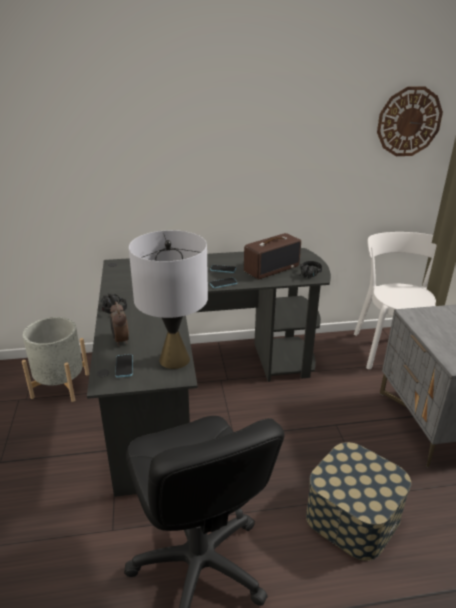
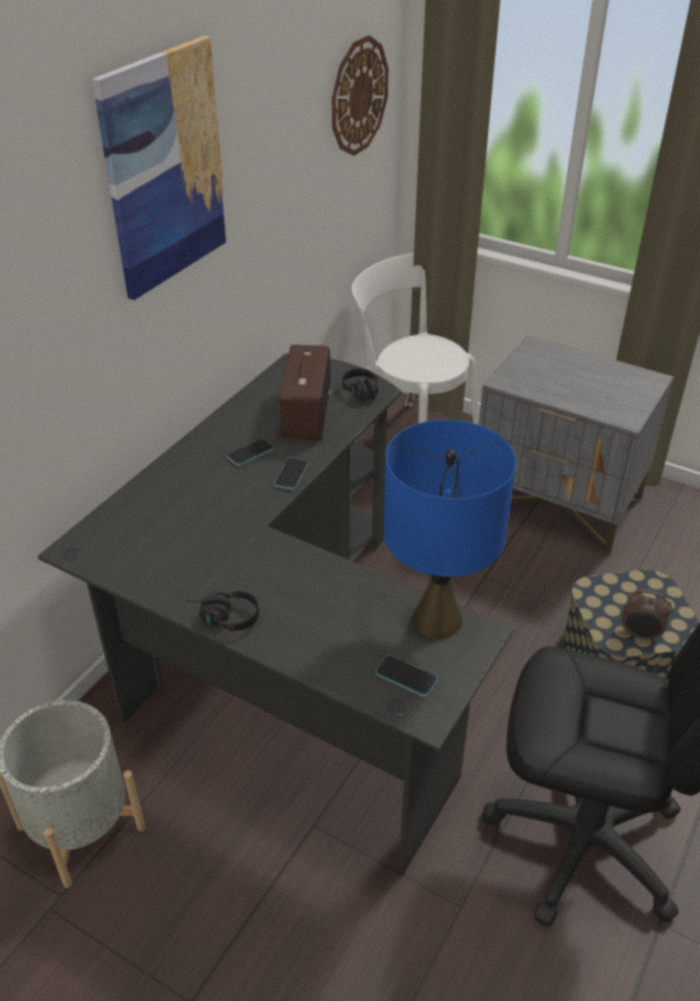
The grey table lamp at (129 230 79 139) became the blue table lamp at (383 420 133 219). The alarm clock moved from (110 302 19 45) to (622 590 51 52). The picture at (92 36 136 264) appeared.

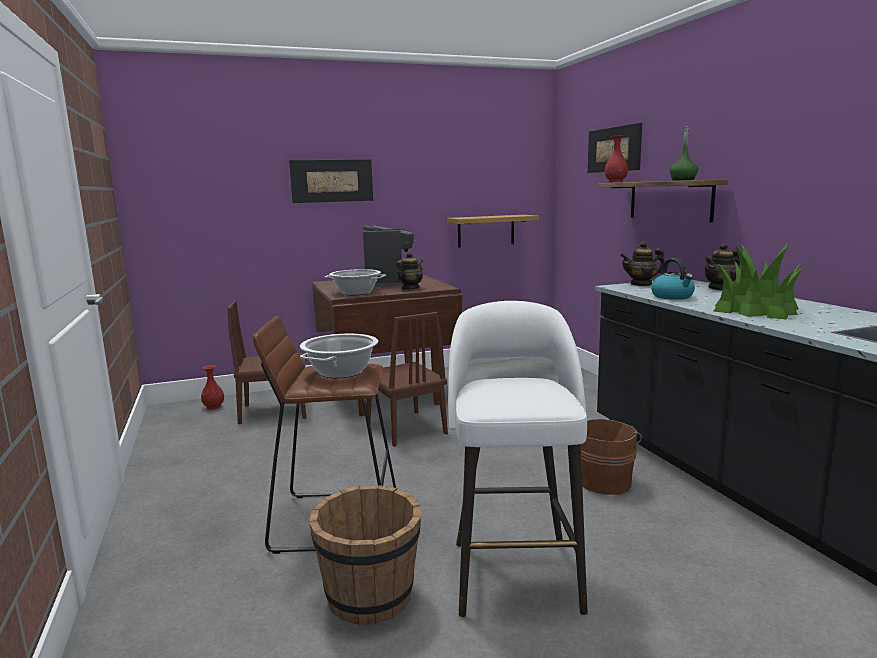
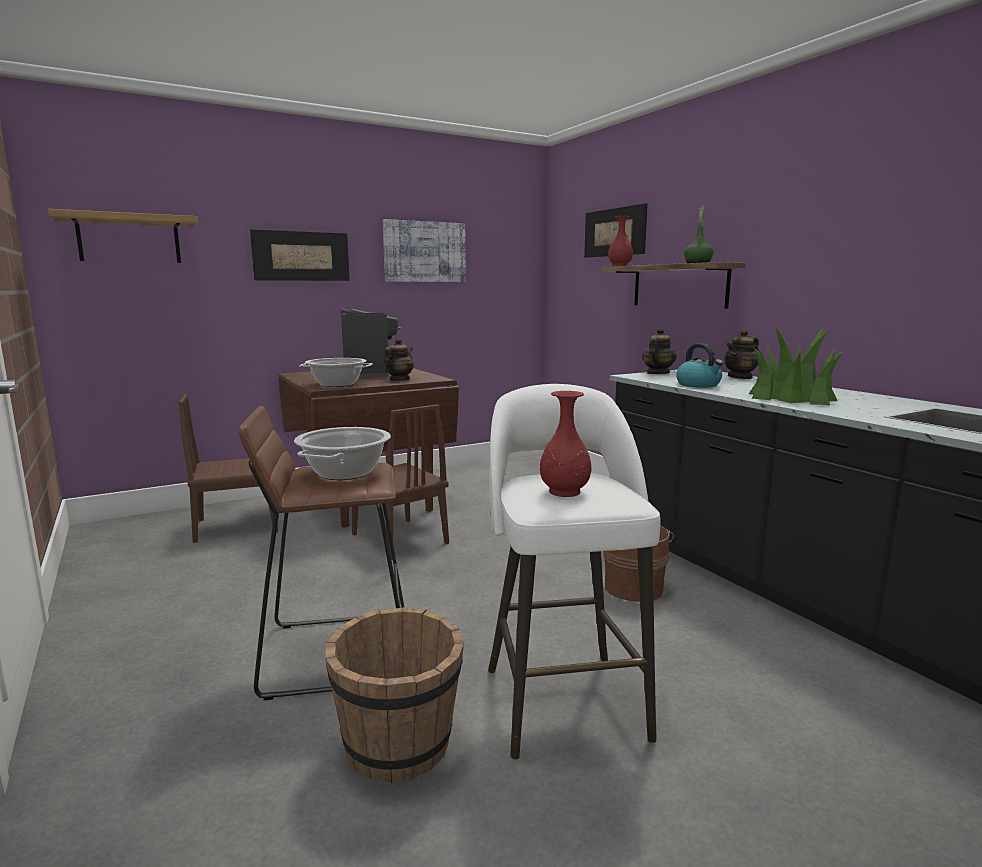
The shelf moved from (447 215 92 32) to (48 209 150 54). The teapot at (620 241 45 45) turned 135 degrees clockwise. The red vase moved from (201 365 23 45) to (540 391 52 106). The picture at (383 219 83 63) appeared.

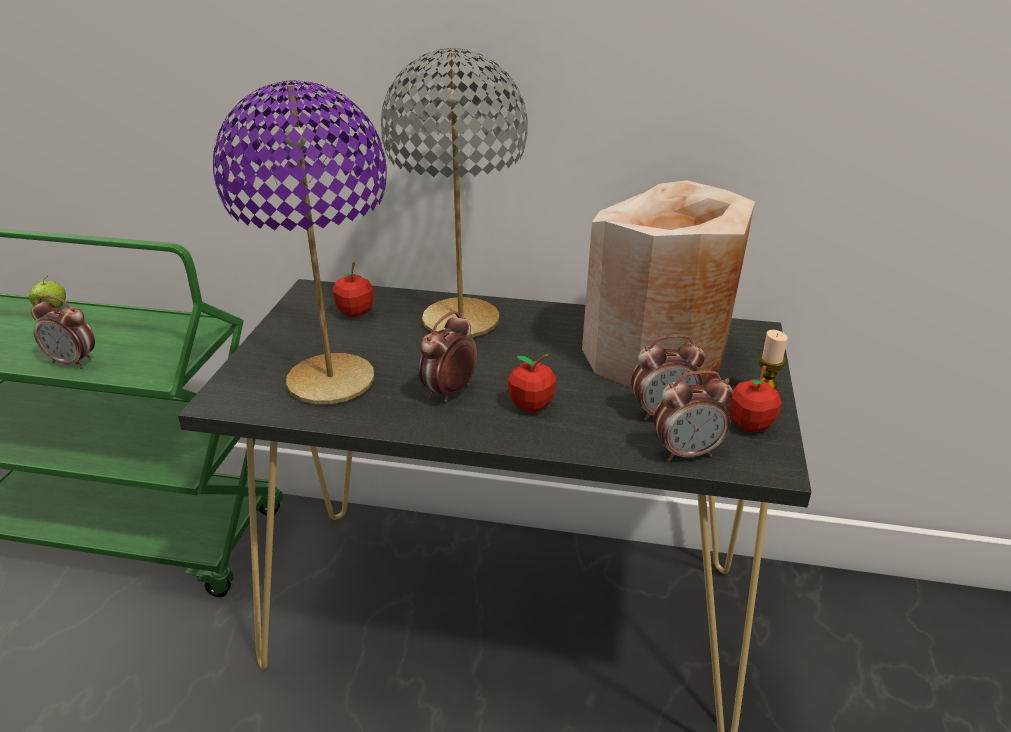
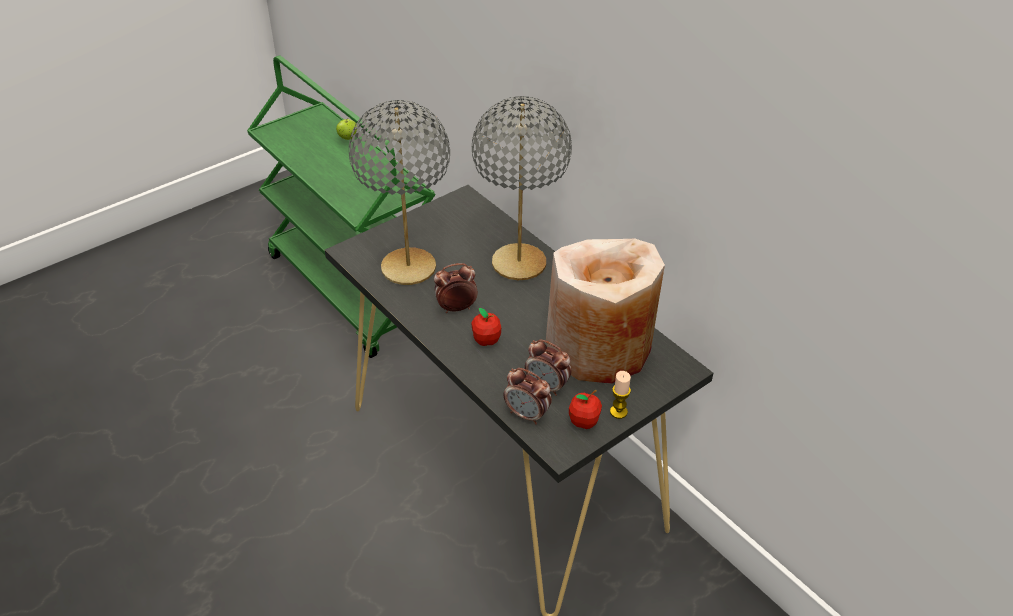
The purple table lamp at (213 81 174 323) became the grey table lamp at (349 100 101 185). The apple at (333 262 41 56) disappeared. The alarm clock at (31 295 64 74) disappeared.

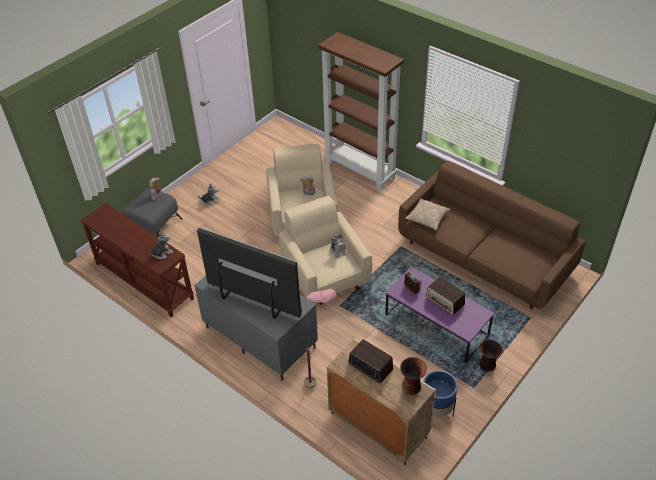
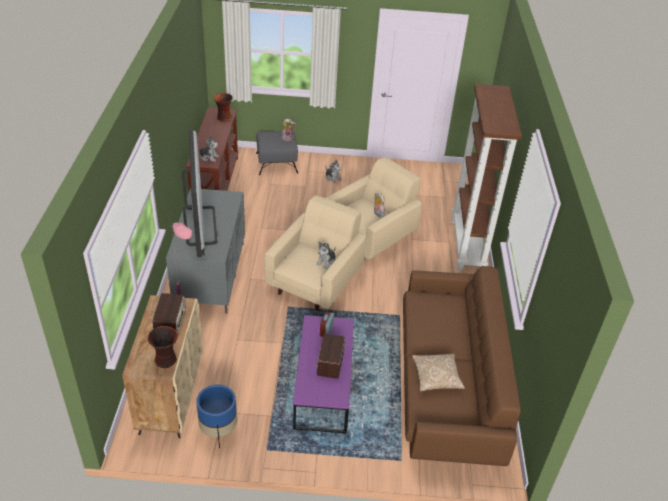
The pillow moved from (405 198 46 33) to (412 354 53 37). The vase moved from (479 339 24 32) to (213 93 20 29).

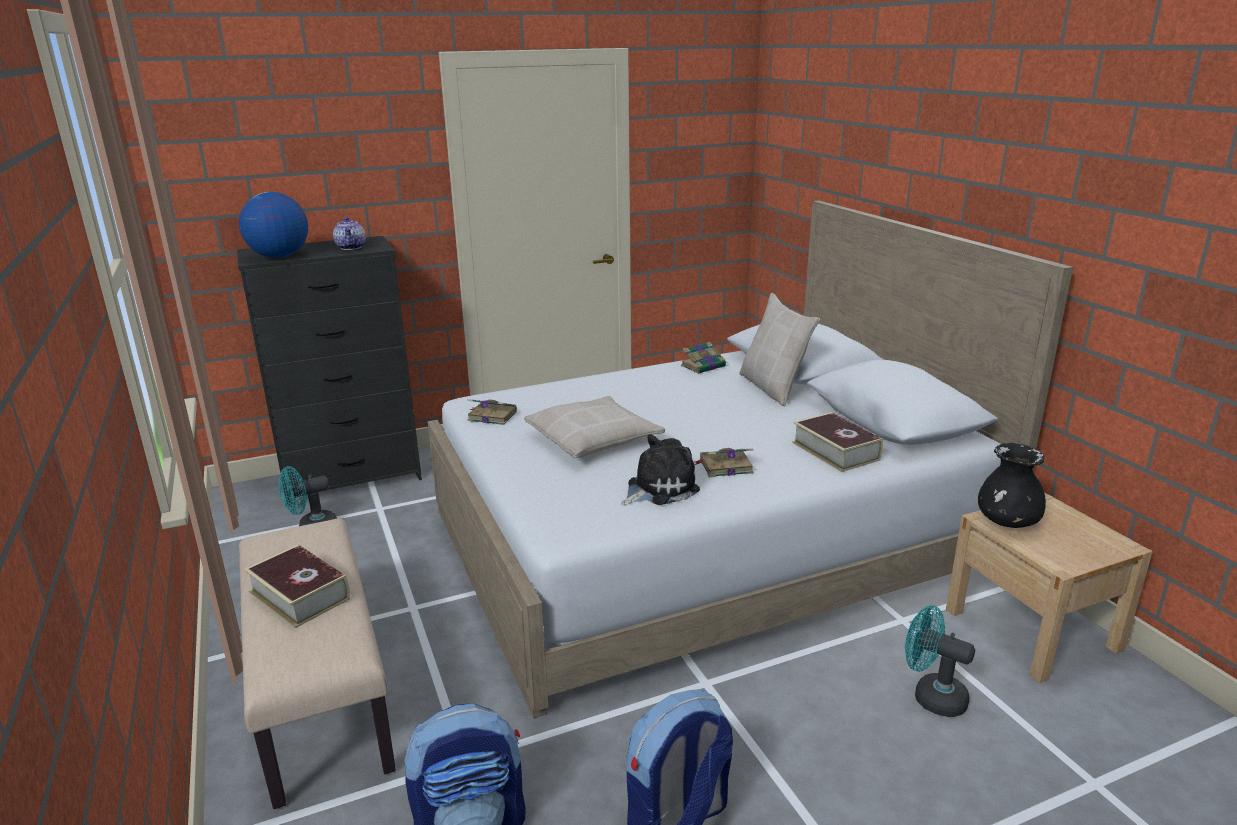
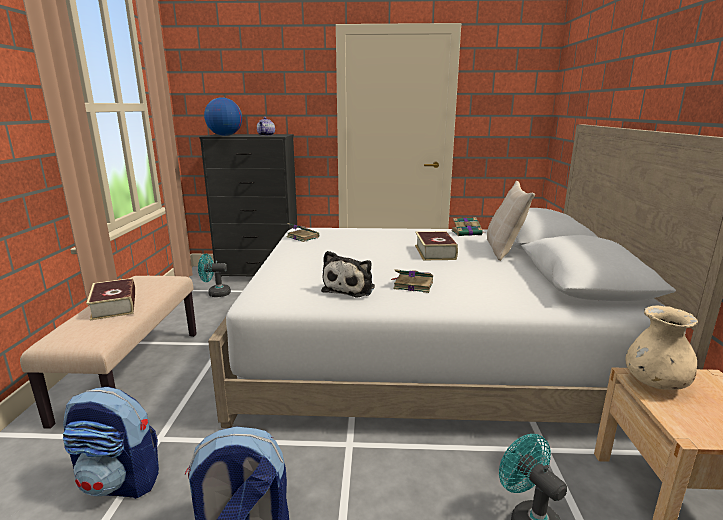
The beige pillow at (524 396 141 62) disappeared. The book moved from (792 412 91 60) to (415 231 43 29). The plush toy at (622 434 78 72) turned 120 degrees clockwise. The black vase at (978 443 68 85) became the beige vase at (625 306 73 84).

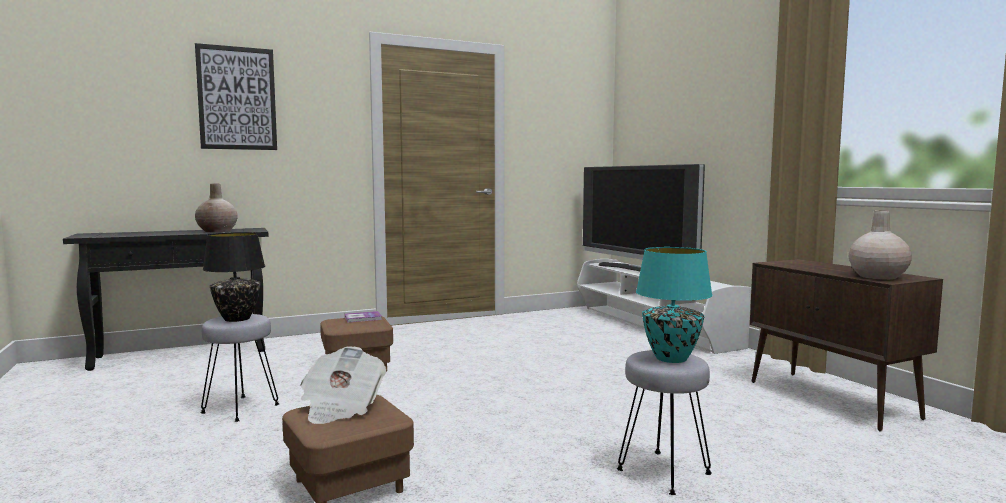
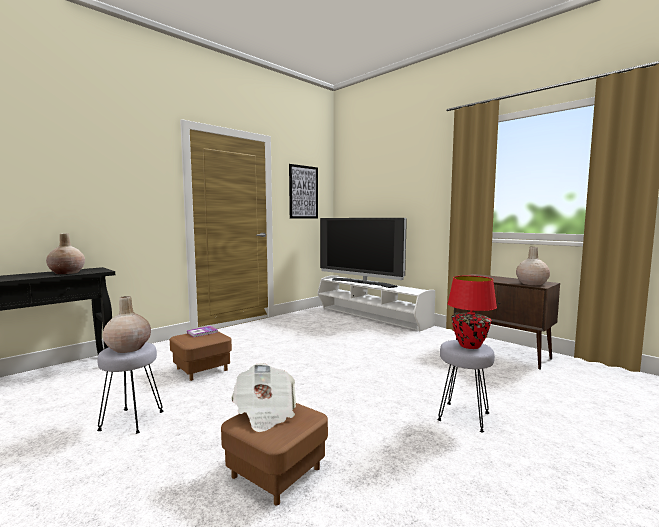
The picture moved from (195 43 82 107) to (289 164 29 55). The black table lamp at (203 232 62 90) was replaced by the beige vase at (103 296 48 57). The turquoise table lamp at (636 247 77 116) became the red table lamp at (447 276 50 73).

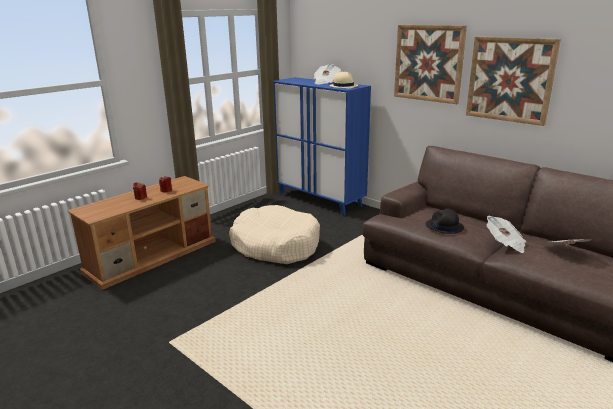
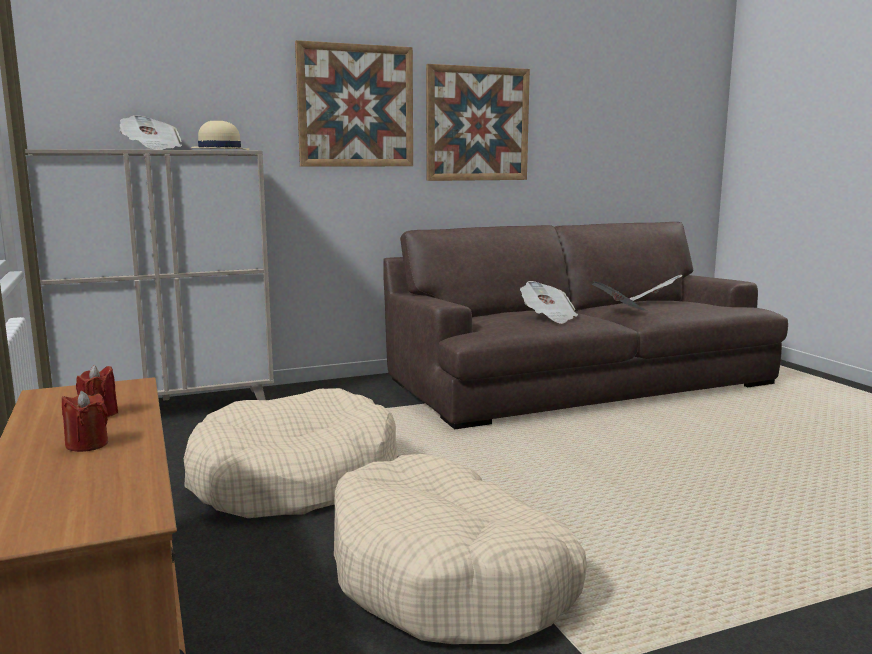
The blue cabinet at (273 77 98 139) became the beige cabinet at (25 149 249 252). The black hat at (426 209 38 25) was replaced by the newspaper at (520 281 58 43). The beige dog bed at (334 454 253 190) appeared.

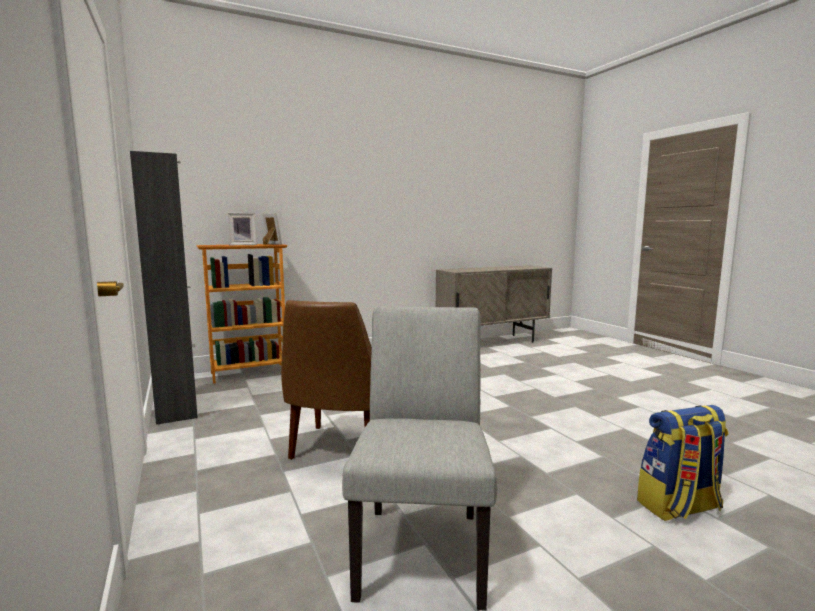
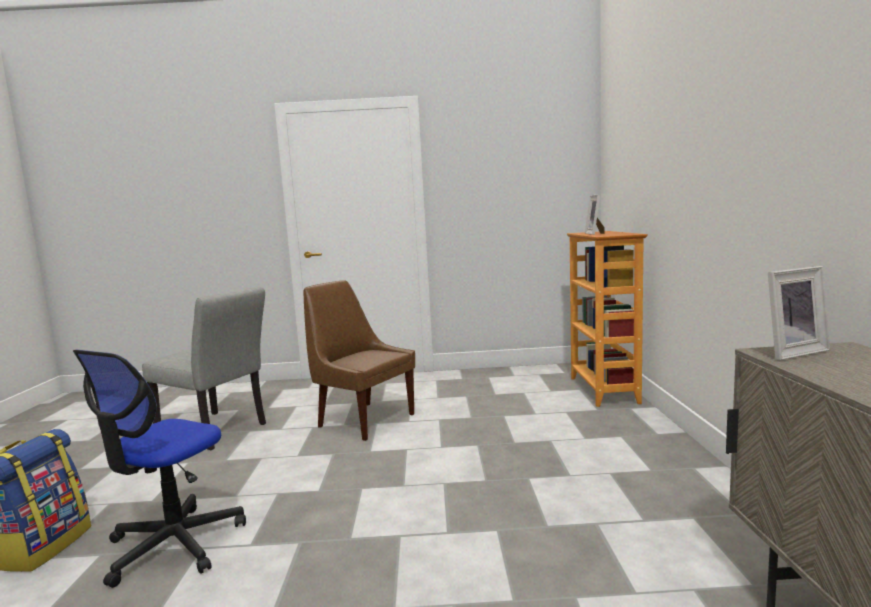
The black cabinet at (130 151 68 274) disappeared. The picture frame moved from (263 213 19 32) to (768 266 62 94). The office chair at (73 350 173 238) appeared.

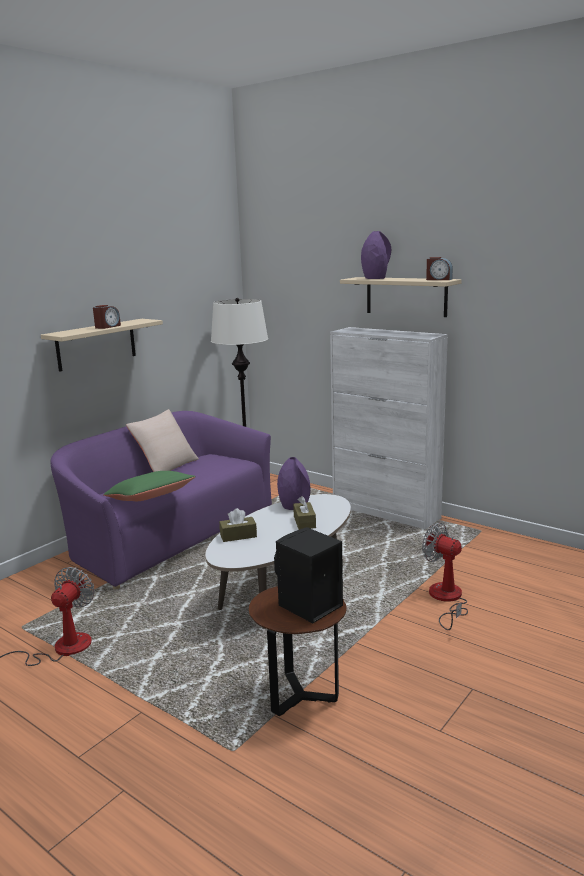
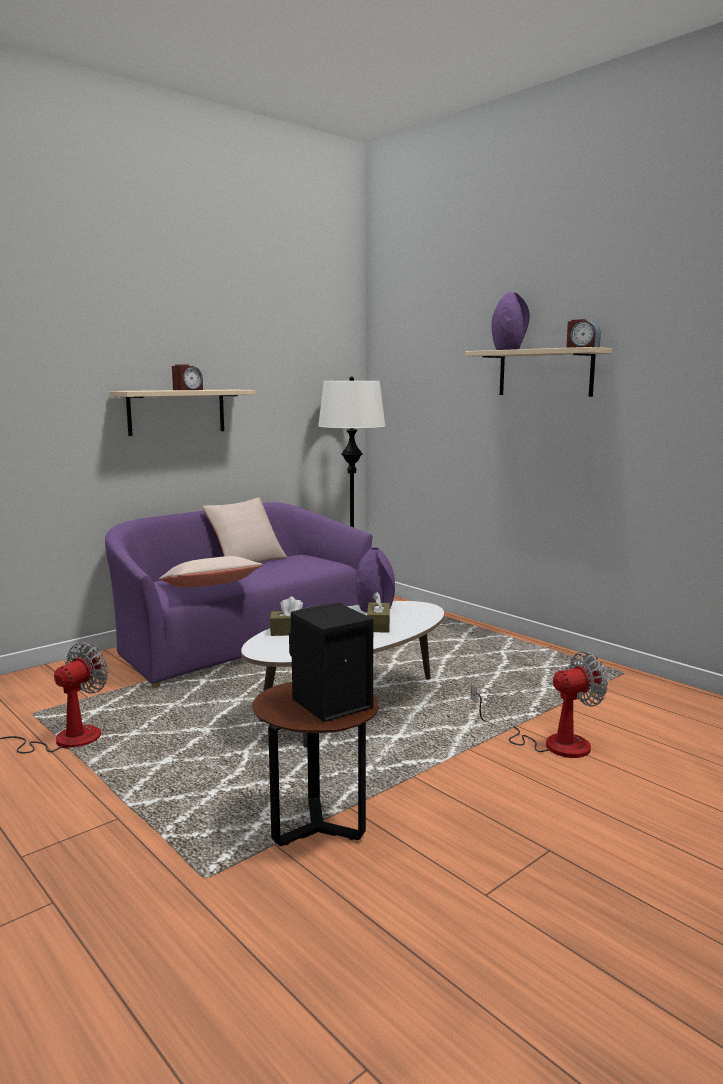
The white cabinet at (330 327 118 203) disappeared. The green pillow at (103 471 93 30) became the beige pillow at (159 556 103 32). The fan at (422 523 46 107) turned 105 degrees clockwise.

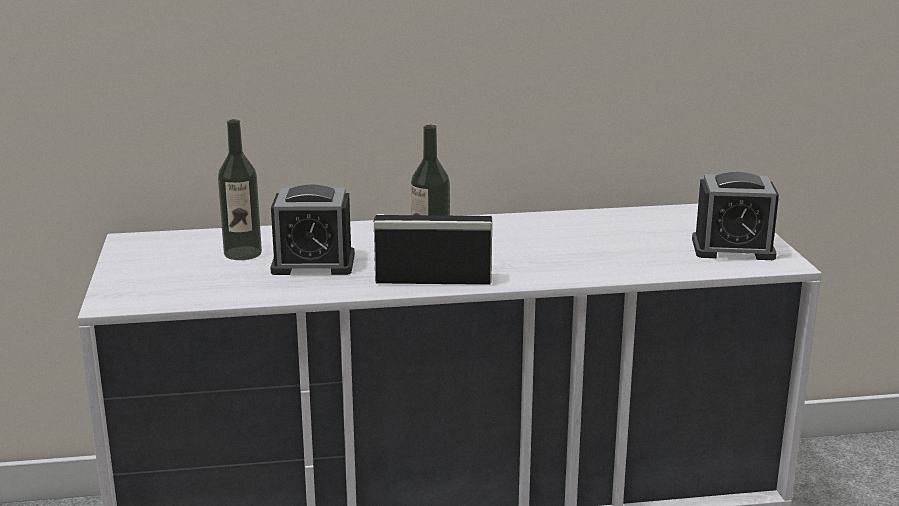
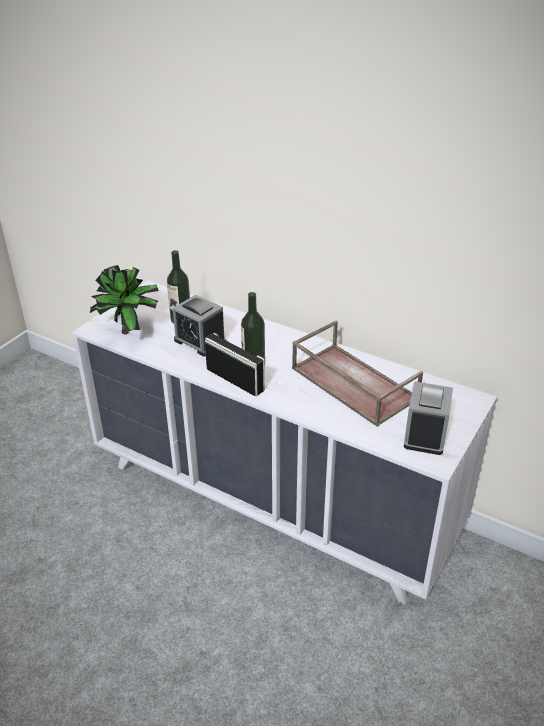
The alarm clock at (692 172 87 88) turned 120 degrees counterclockwise. The potted plant at (90 265 69 69) appeared. The brown tray at (292 320 131 107) appeared.

